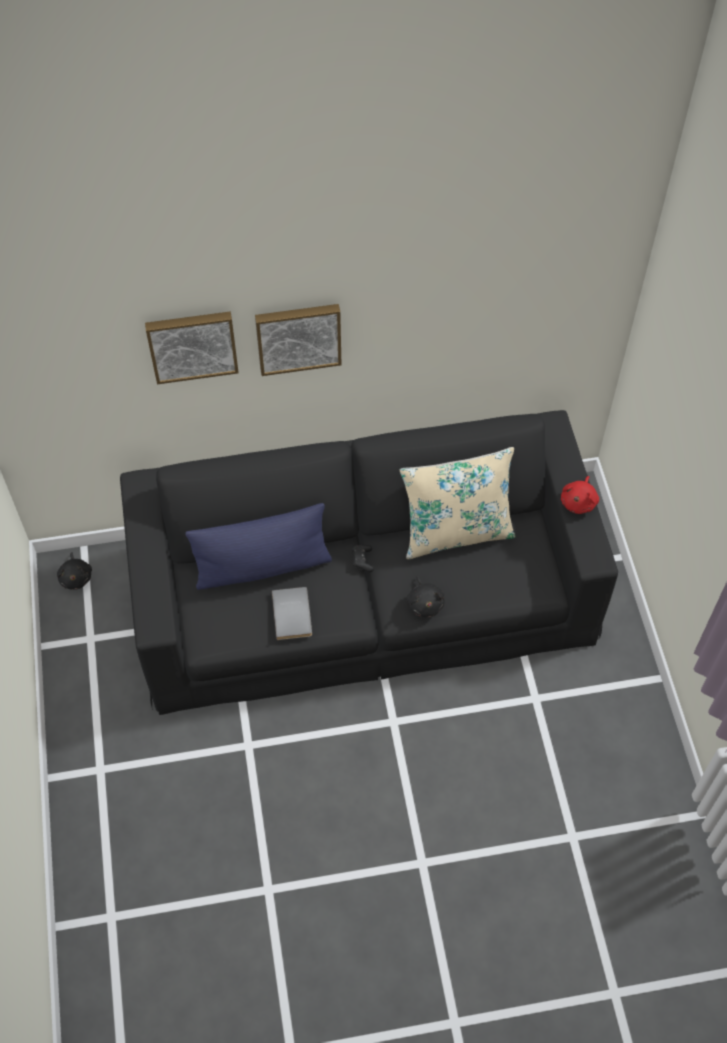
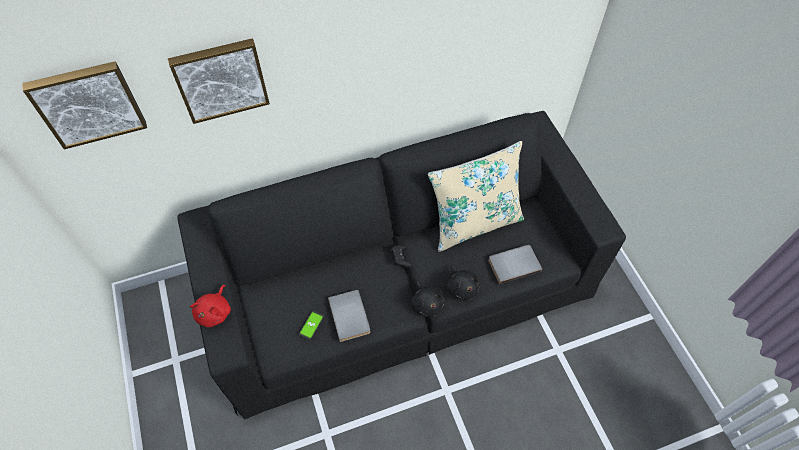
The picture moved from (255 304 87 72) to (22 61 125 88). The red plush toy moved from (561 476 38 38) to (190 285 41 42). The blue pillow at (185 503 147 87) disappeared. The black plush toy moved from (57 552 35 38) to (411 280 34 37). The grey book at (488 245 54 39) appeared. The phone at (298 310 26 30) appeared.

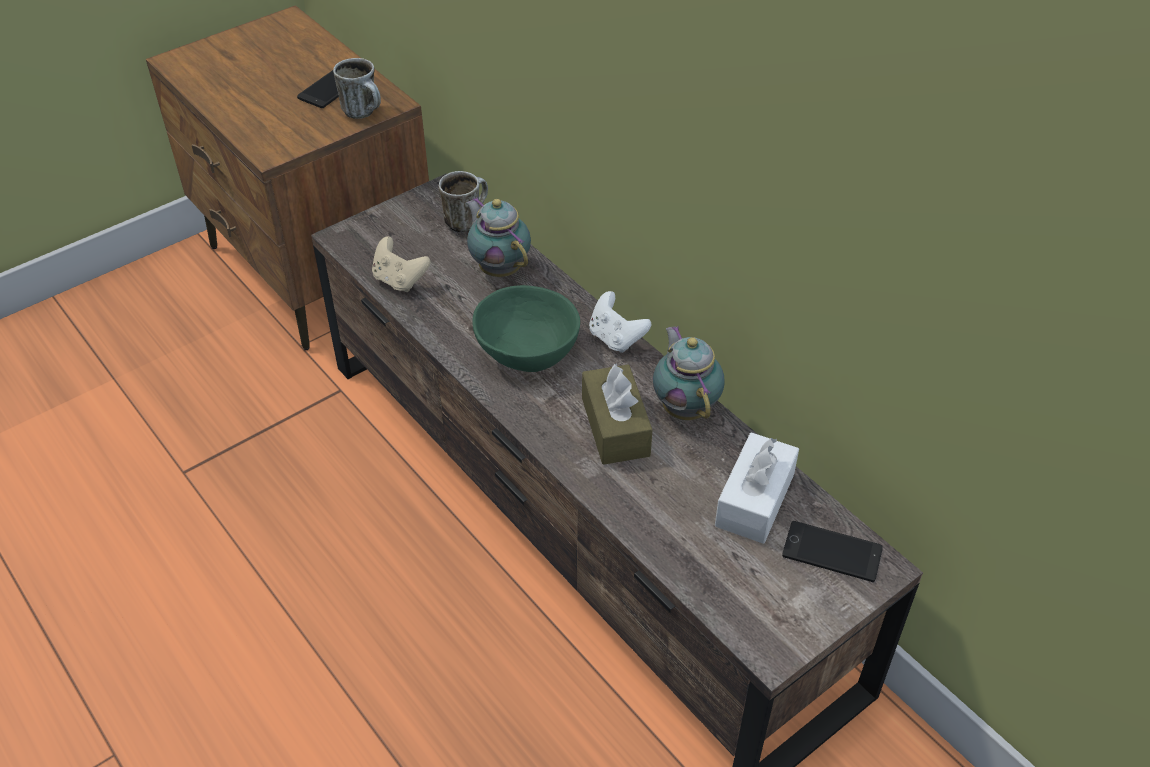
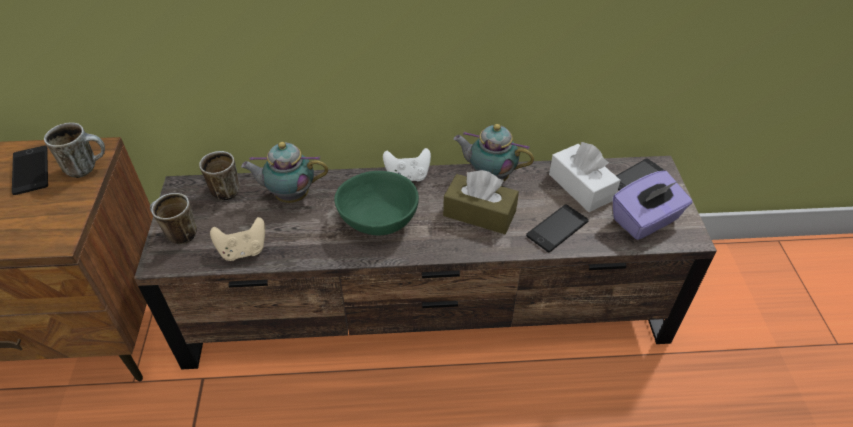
The purple tissue box at (613 171 79 69) appeared. The mug at (150 193 47 52) appeared. The phone at (526 204 63 48) appeared.

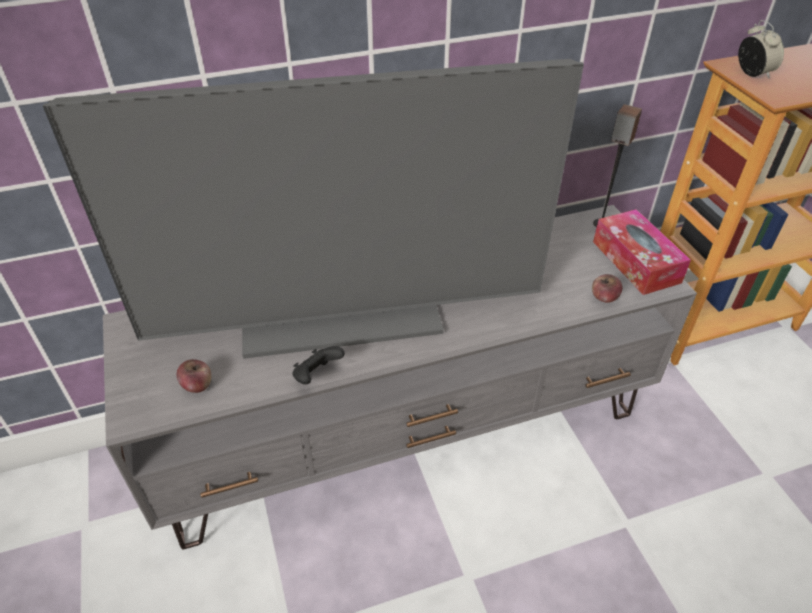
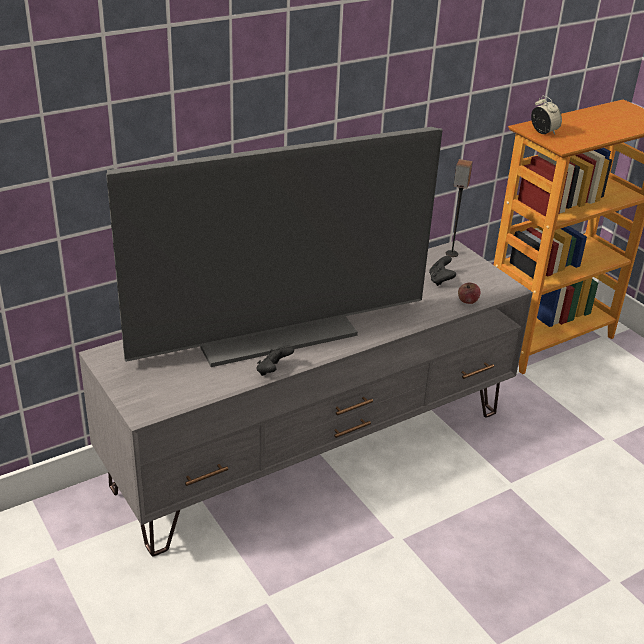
The tissue box at (593 209 98 86) disappeared. The apple at (177 359 34 34) disappeared. The black game controller at (429 256 27 30) appeared.

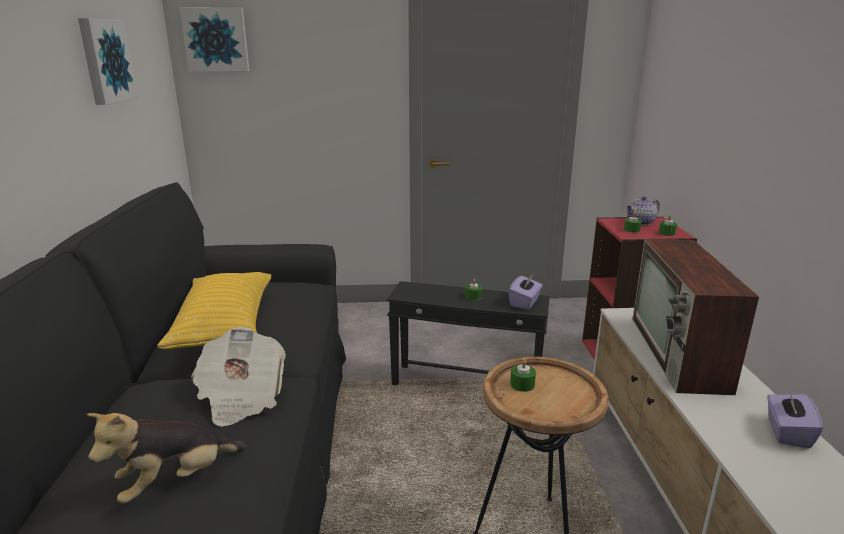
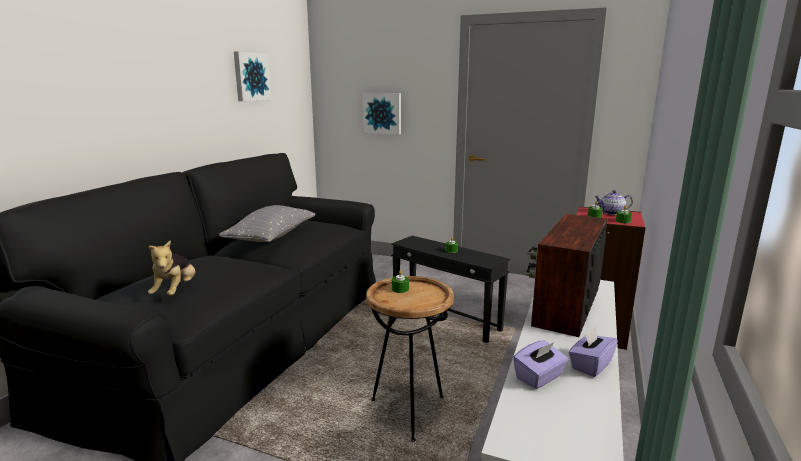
The picture moved from (180 7 70 64) to (363 93 38 41). The yellow pillow at (157 272 114 77) became the grey pillow at (219 205 96 37). The purple tissue box moved from (509 275 33 35) to (513 341 55 48). The newspaper at (191 327 95 100) disappeared. The plush toy at (87 413 159 91) turned 75 degrees counterclockwise.

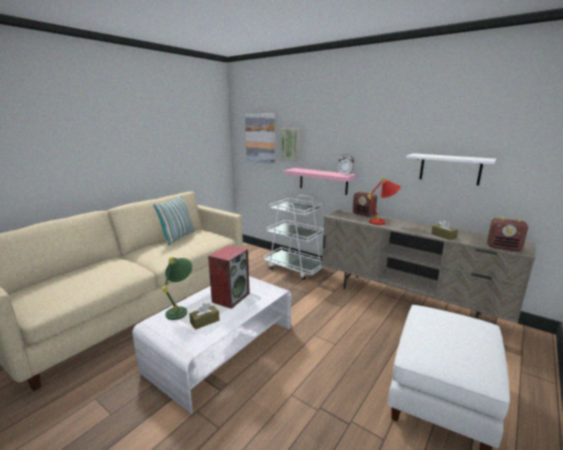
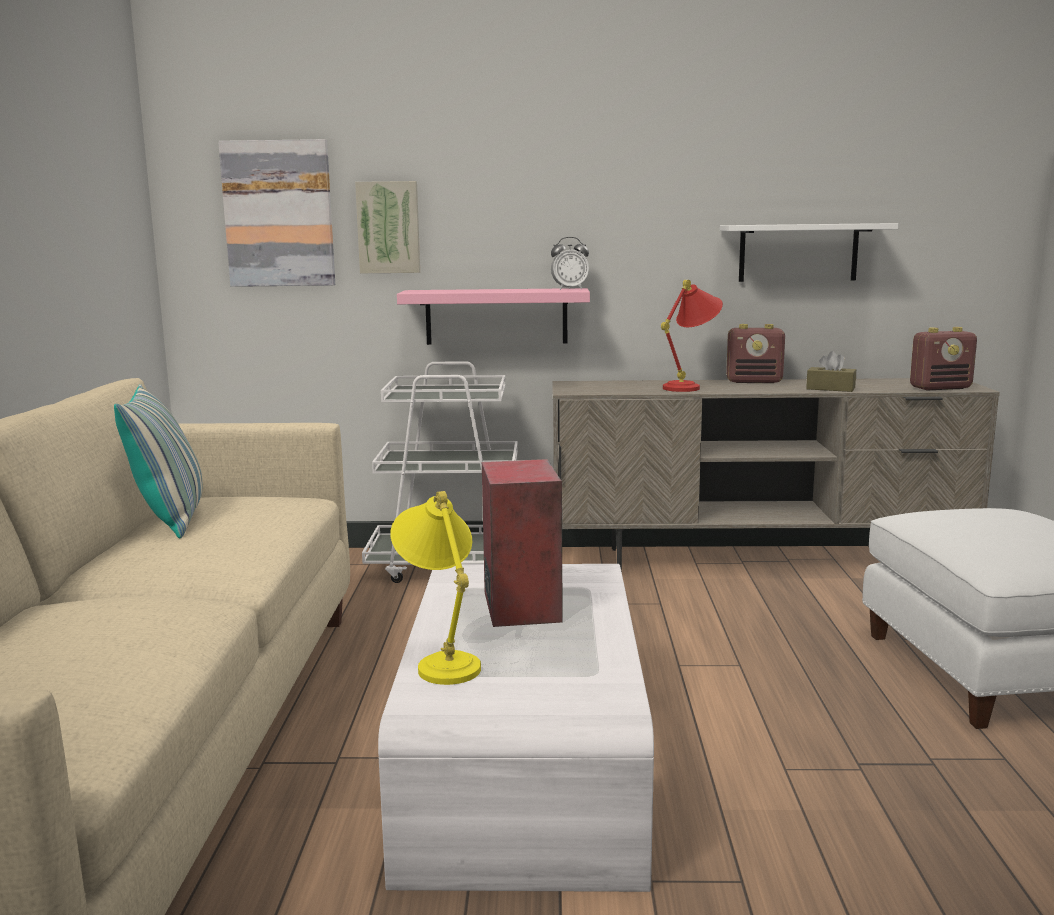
The radio moved from (353 191 24 26) to (726 324 59 59). The green table lamp at (162 257 30 63) became the yellow table lamp at (390 491 91 194). The brown tissue box at (189 303 30 27) disappeared.

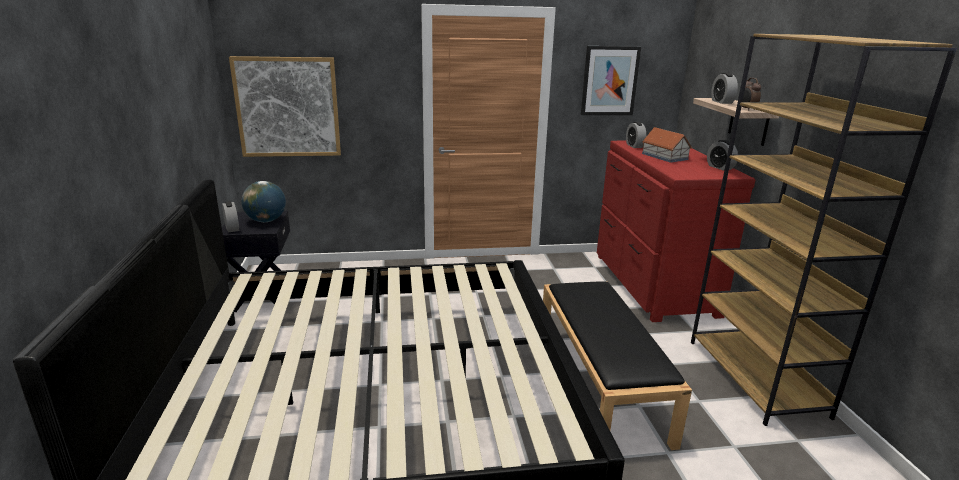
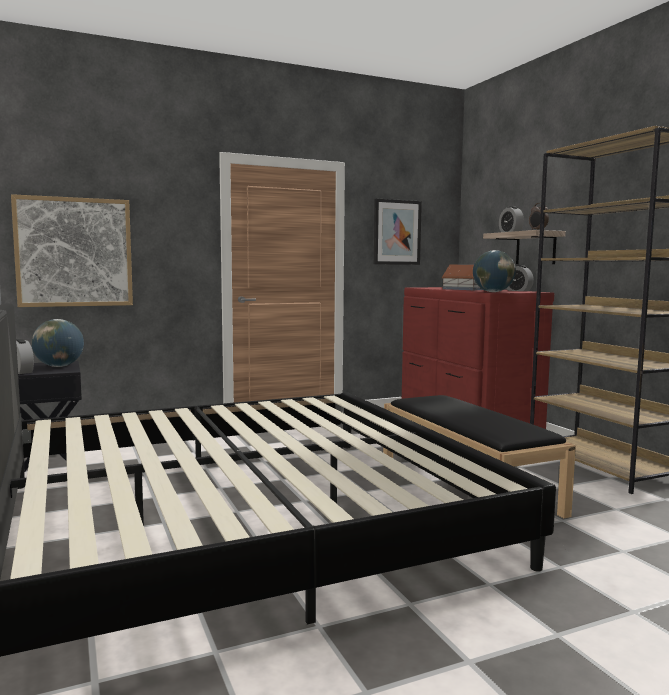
The alarm clock at (626 122 20 26) disappeared. The globe at (473 250 43 42) appeared.

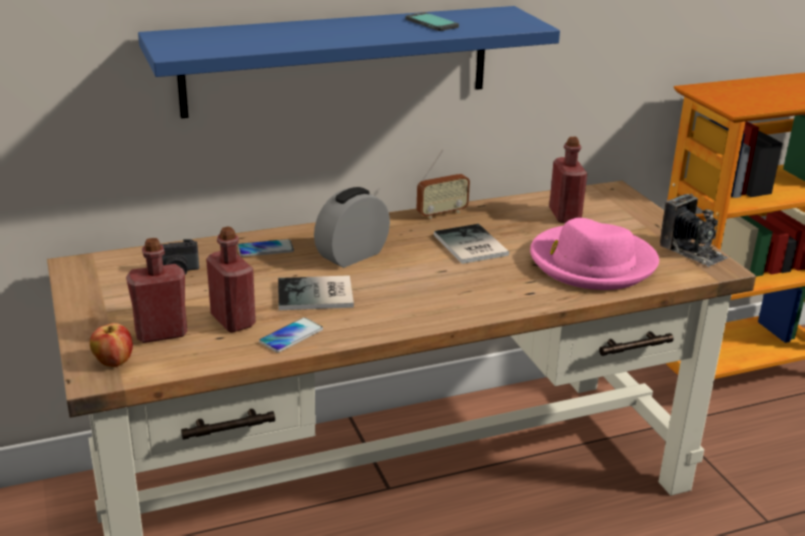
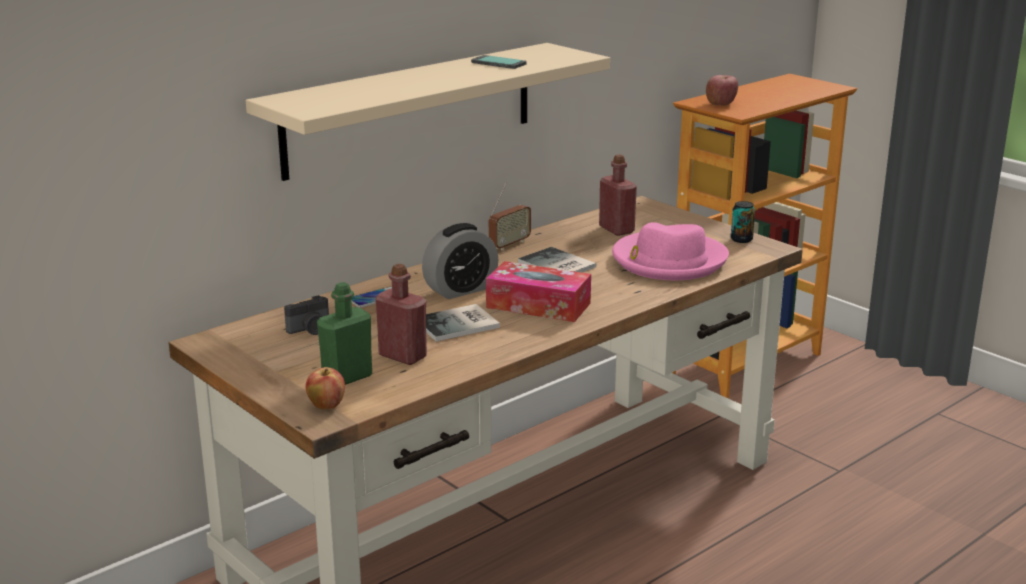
The blue shelf at (138 6 422 112) became the beige shelf at (246 43 364 138). The alarm clock at (314 187 76 81) turned 150 degrees counterclockwise. The photo camera at (660 194 68 73) was replaced by the can at (731 201 24 42). The red bottle at (126 238 61 105) became the green bottle at (317 282 55 103). The phone at (259 317 64 36) disappeared. The apple at (706 75 32 31) appeared. The tissue box at (486 261 105 61) appeared.

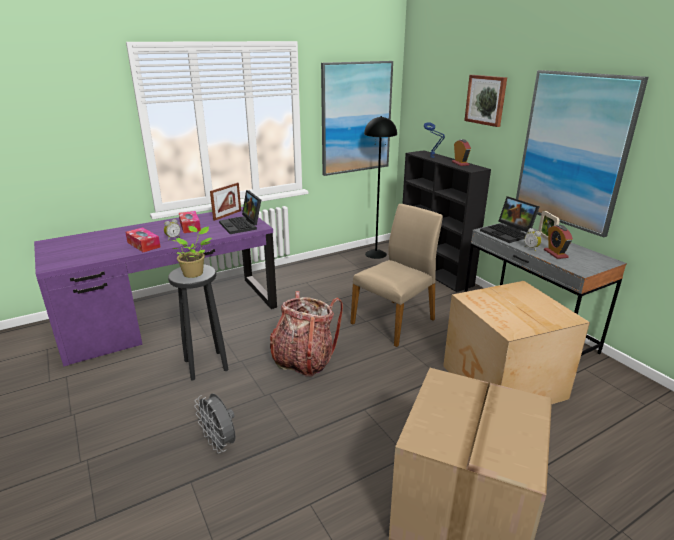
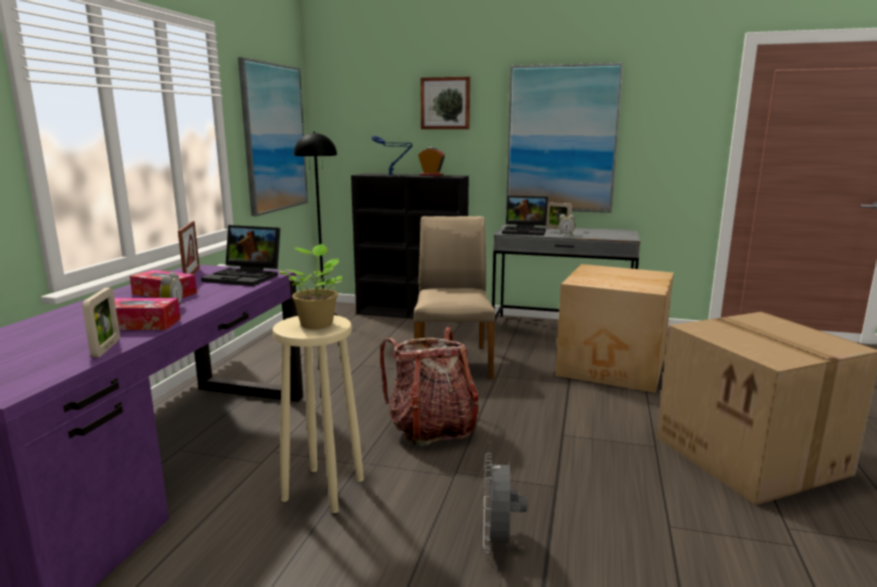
The alarm clock at (544 225 29 34) disappeared. The black stool at (168 264 61 117) became the beige stool at (272 315 92 198). The grey fan at (194 394 41 59) turned 90 degrees clockwise. The picture frame at (82 288 38 69) appeared.

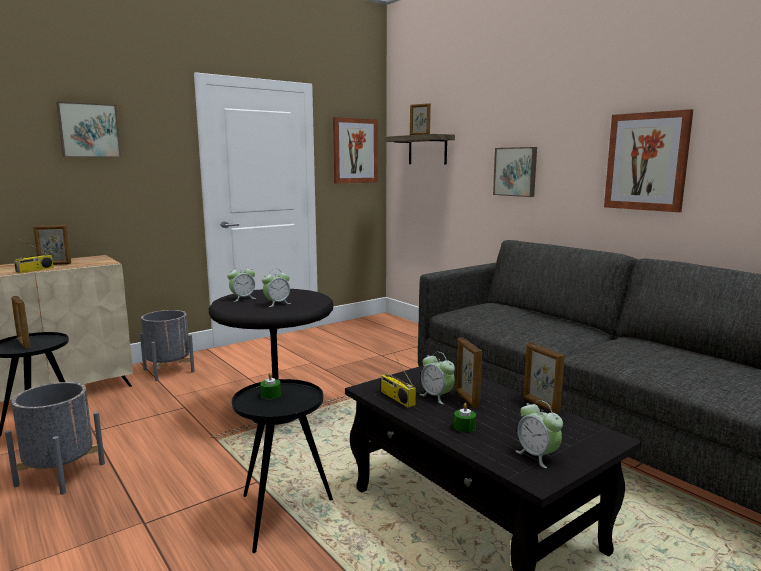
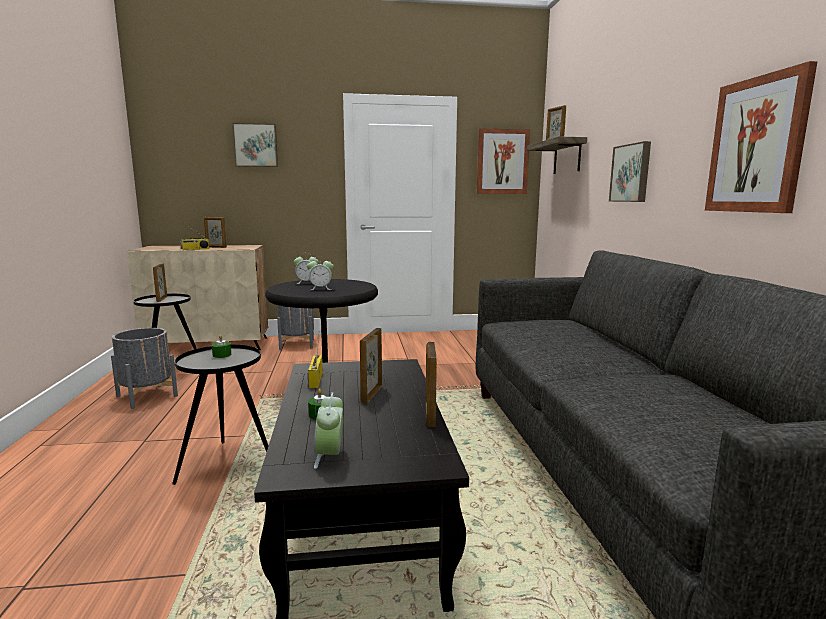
The alarm clock at (420 352 35 52) disappeared.

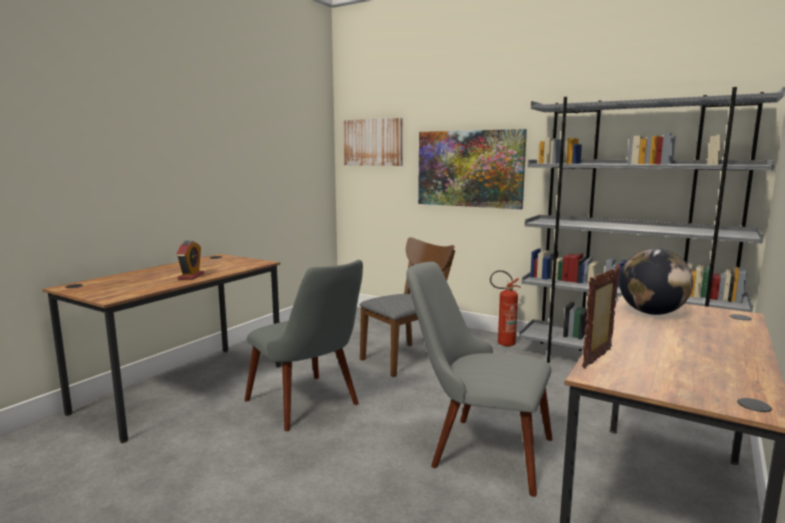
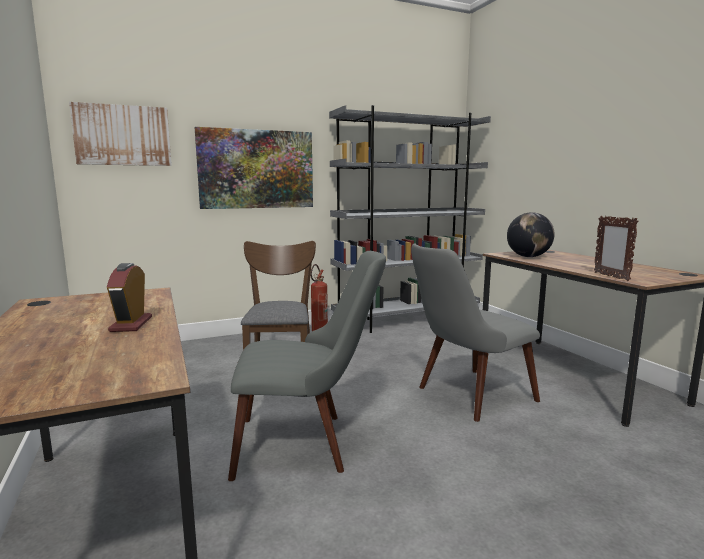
The alarm clock at (177 241 27 39) turned 135 degrees counterclockwise.

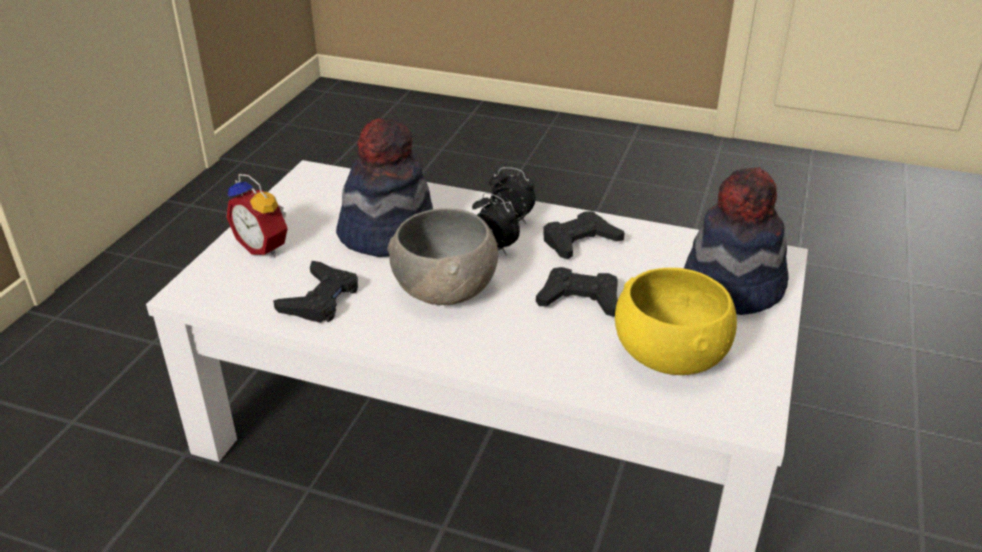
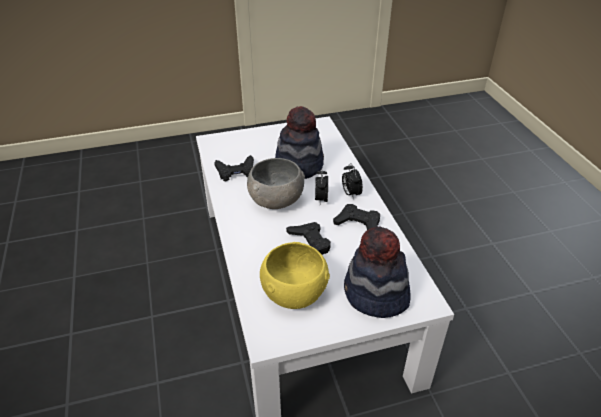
The alarm clock at (226 174 62 83) disappeared.

